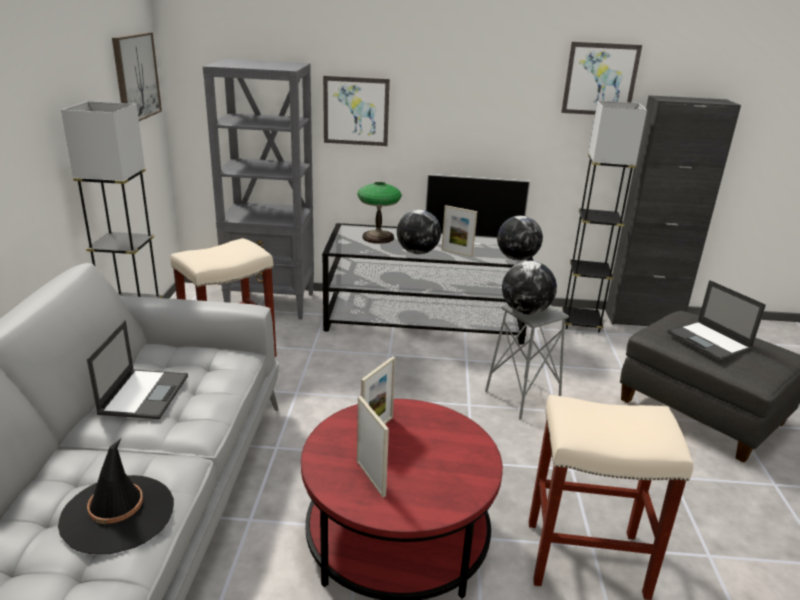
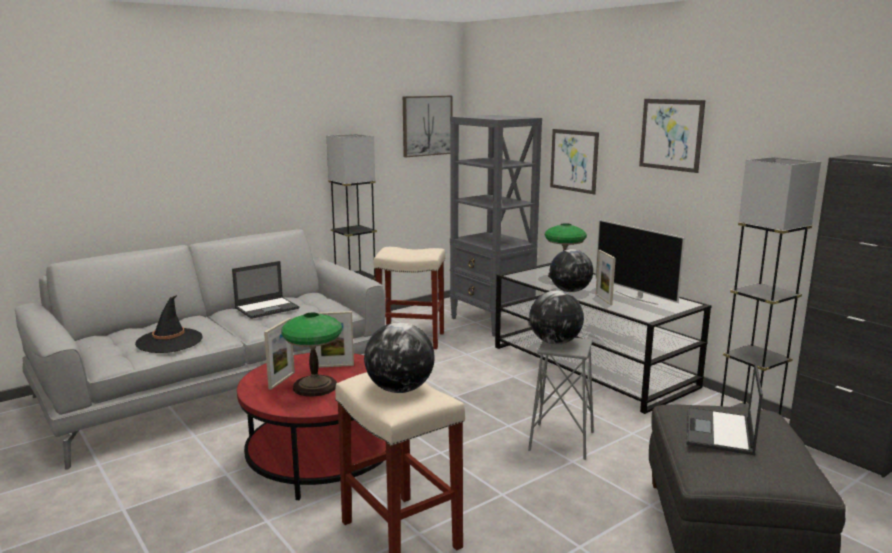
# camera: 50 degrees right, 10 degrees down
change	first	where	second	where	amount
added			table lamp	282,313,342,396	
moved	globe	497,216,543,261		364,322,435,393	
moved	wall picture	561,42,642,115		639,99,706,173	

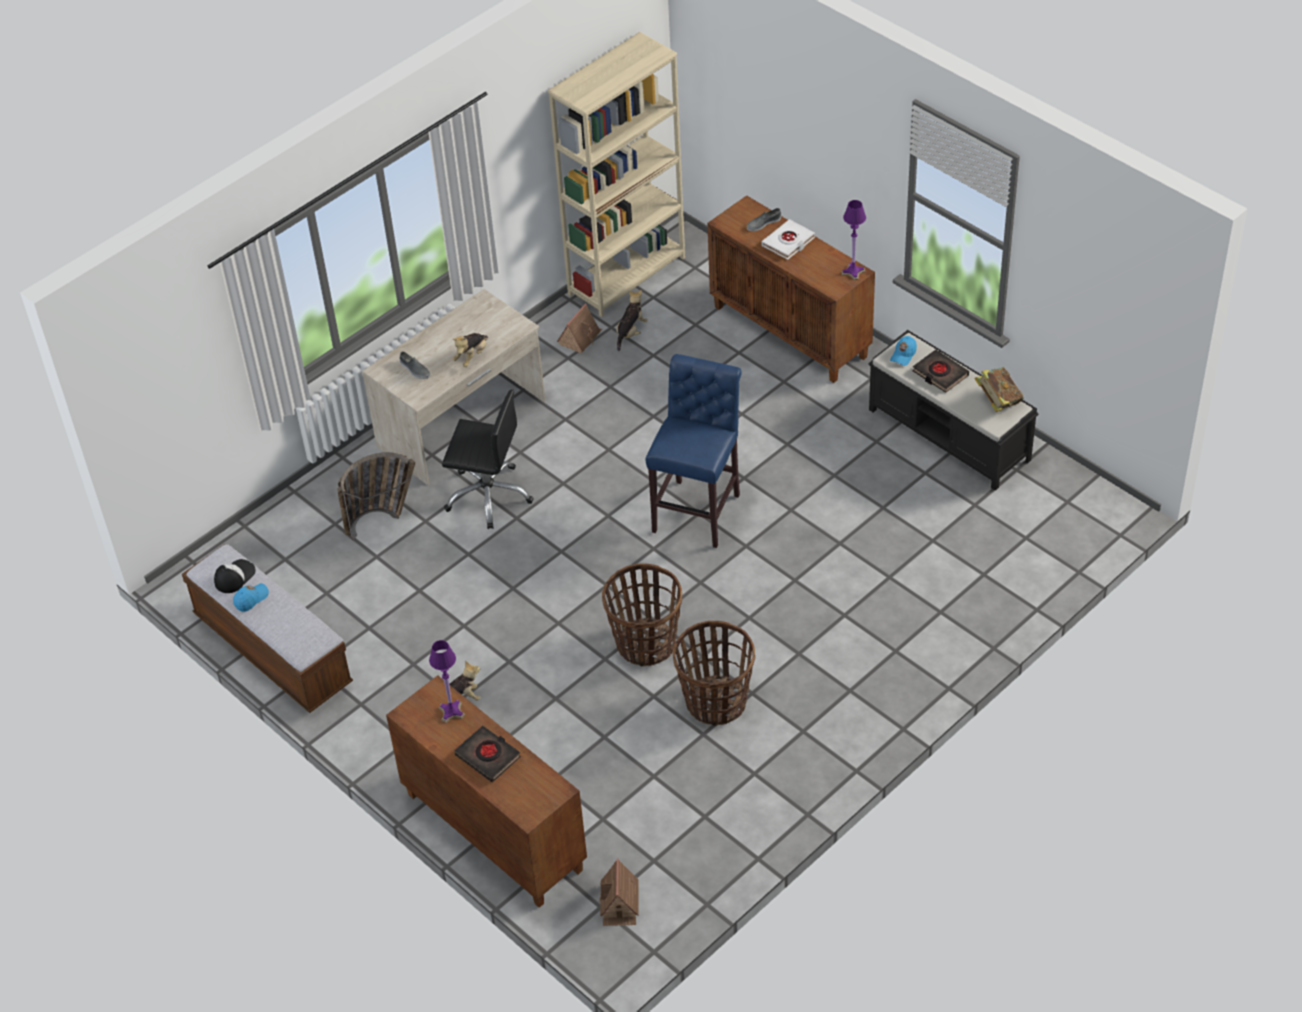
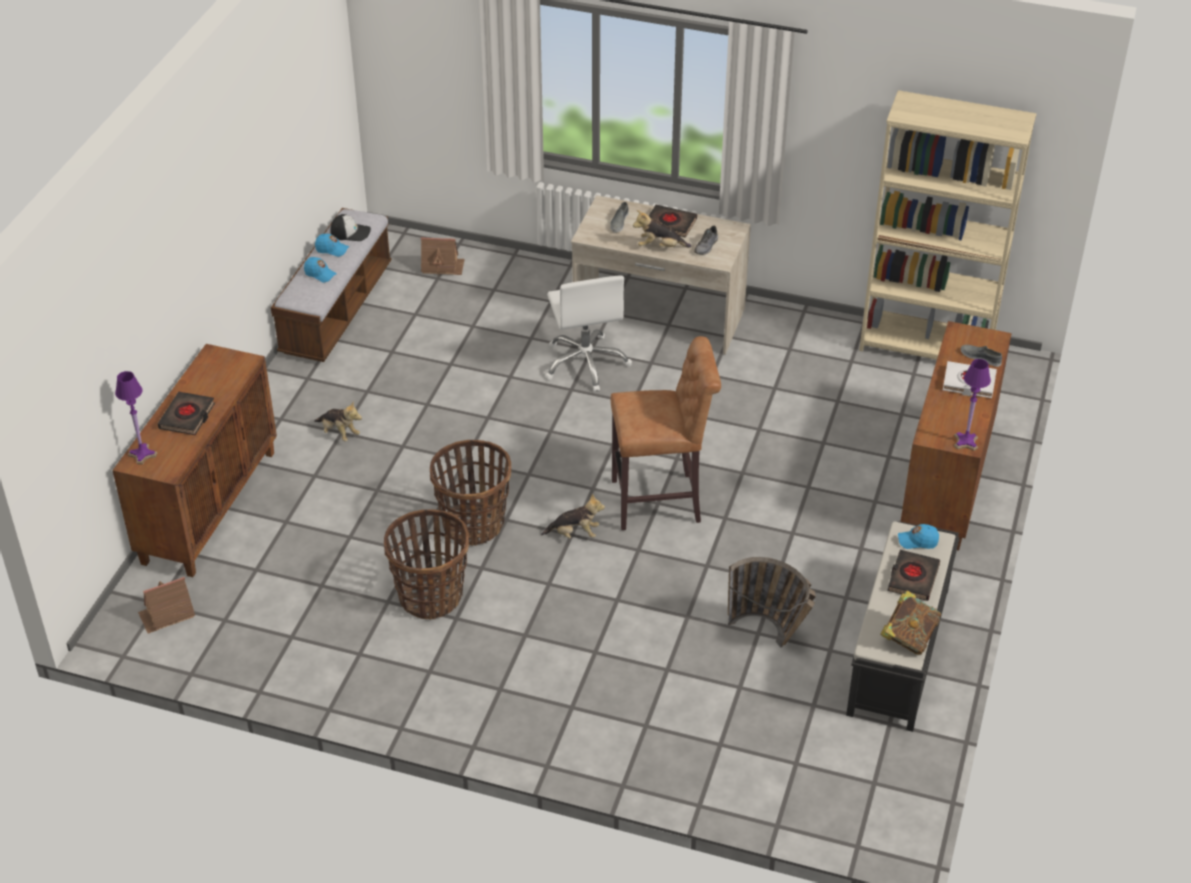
# camera: 60 degrees right, 5 degrees down
change	first	where	second	where	amount
added			cap in blue	304,257,337,283	
added			volume in black	649,205,697,238	
added			low shoe in greyish	694,225,718,255	
moved	storage basket	337,452,415,540		728,557,816,648	
moved	table lamp in purple	429,640,465,723		115,371,157,465	
moved	miniature house	557,304,602,353		421,237,465,276	
moved	soft toy	617,290,648,351		541,493,605,539	
recoloured	office chair in black	442,390,534,529	office chair in white-coloured	545,275,632,392	
recoloured	sitting stool in blue	646,354,742,548	sitting stool in brown-coloured	611,336,721,530	

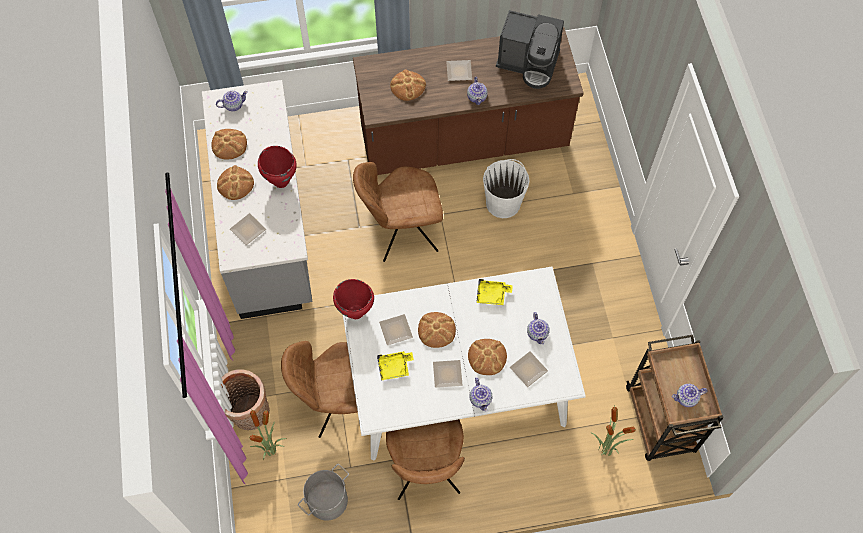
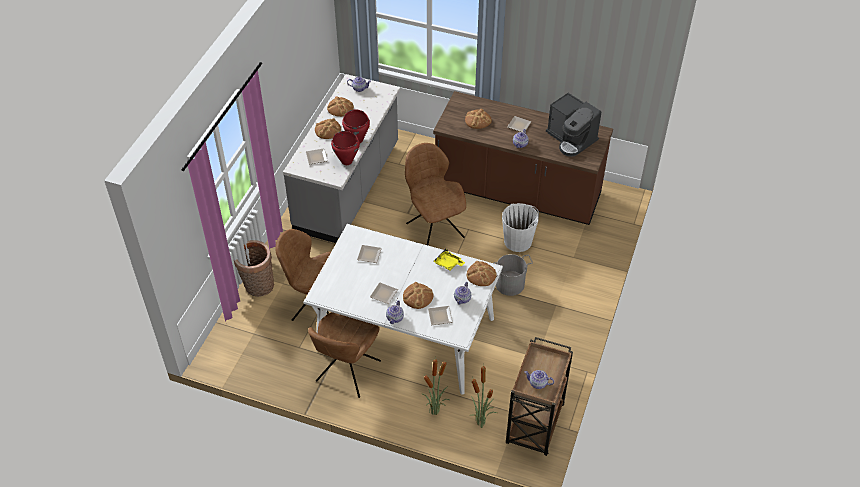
# camera: 30 degrees right, 15 degrees down
change	first	where	second	where	amount
removed	tray in yellow	377,351,414,380			
moved	plant in a pot	250,409,287,460		421,357,450,415	
moved	pail in greyish	298,464,349,521		494,254,533,296	
moved	cooking pot in red-coloured	333,279,374,319		331,131,360,165	
moved	bread	418,312,456,348		467,261,497,286	
turned	plain chair in brown-coloured	353,162,443,262		405,143,466,245	45 degrees clockwise

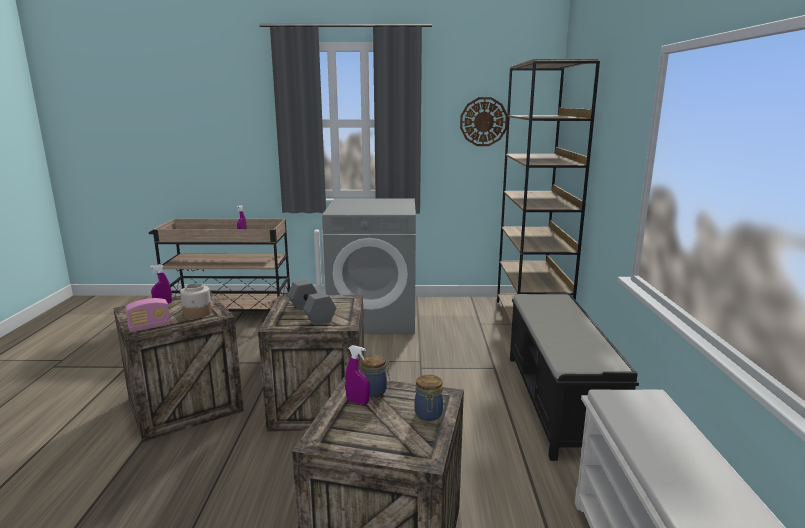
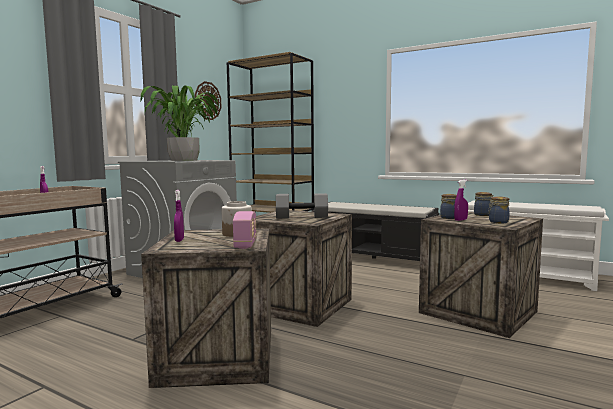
# camera: 60 degrees left, 10 degrees down
change	first	where	second	where	amount
added			plant in a pot	141,85,219,161	
added			storage jar	488,196,509,223	

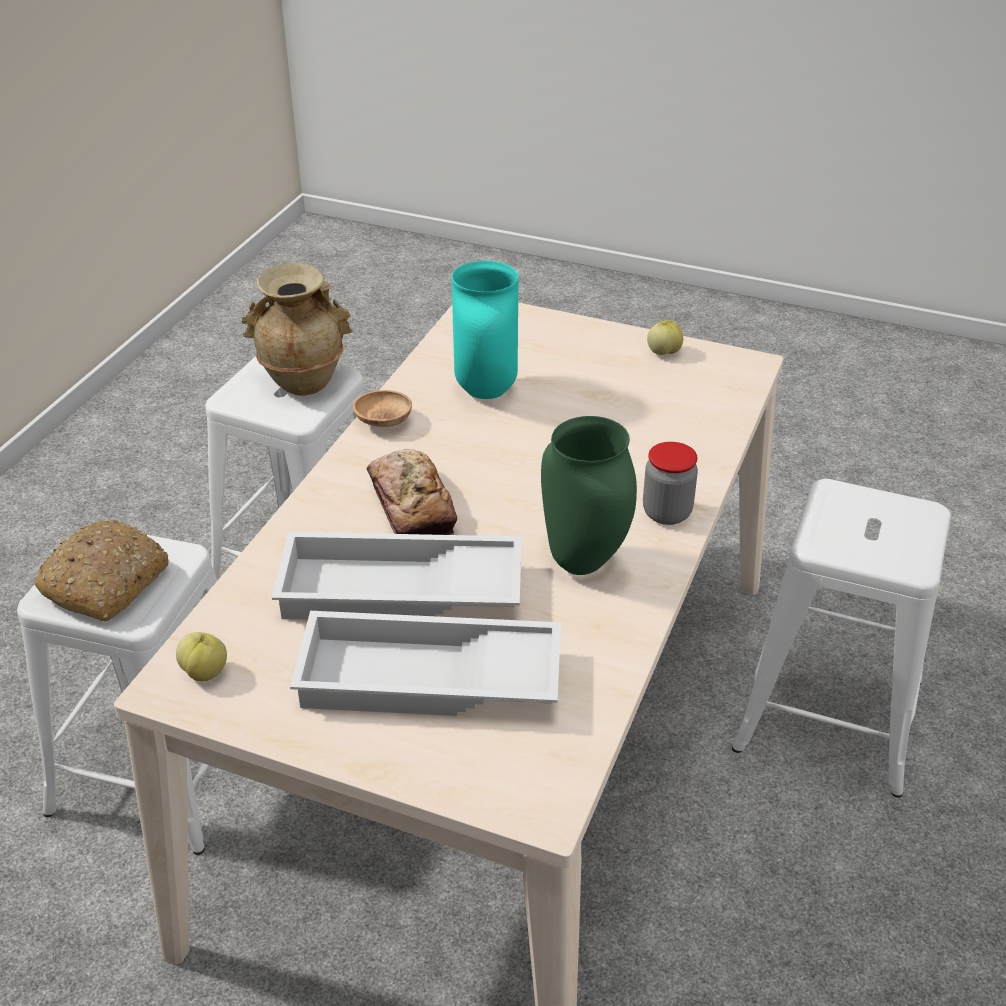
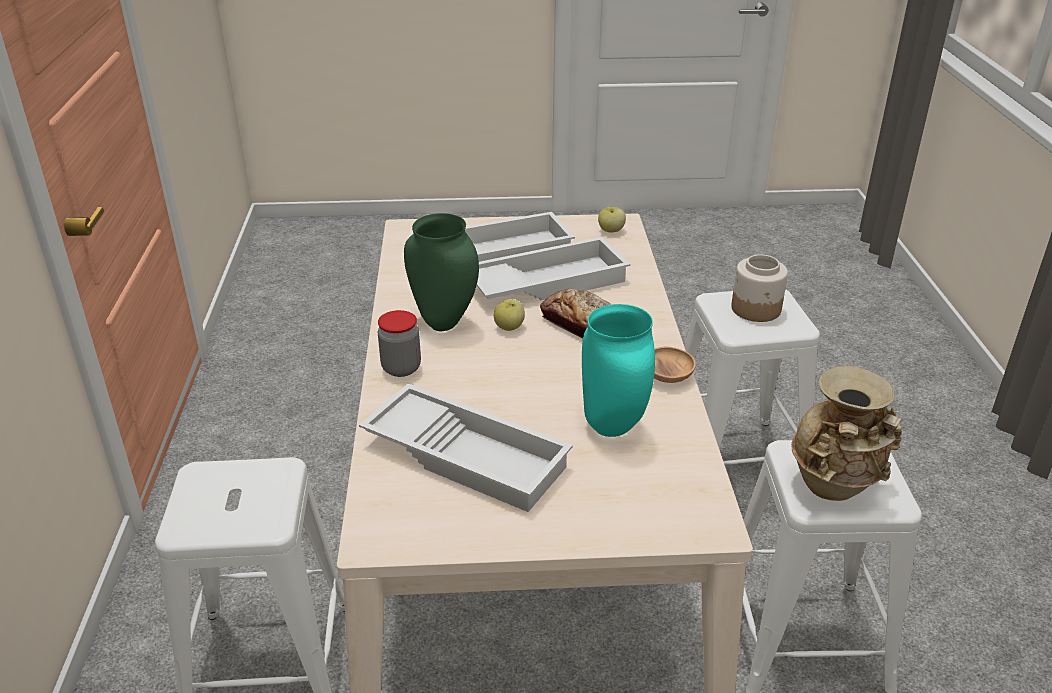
# camera: 155 degrees right, 5 degrees down
change	first	where	second	where	amount
added			tray in white-coloured	359,383,573,512	
moved	whole apple	647,320,683,355		494,299,525,331	
replaced	bread	35,520,168,621	storage jar	731,255,788,322	

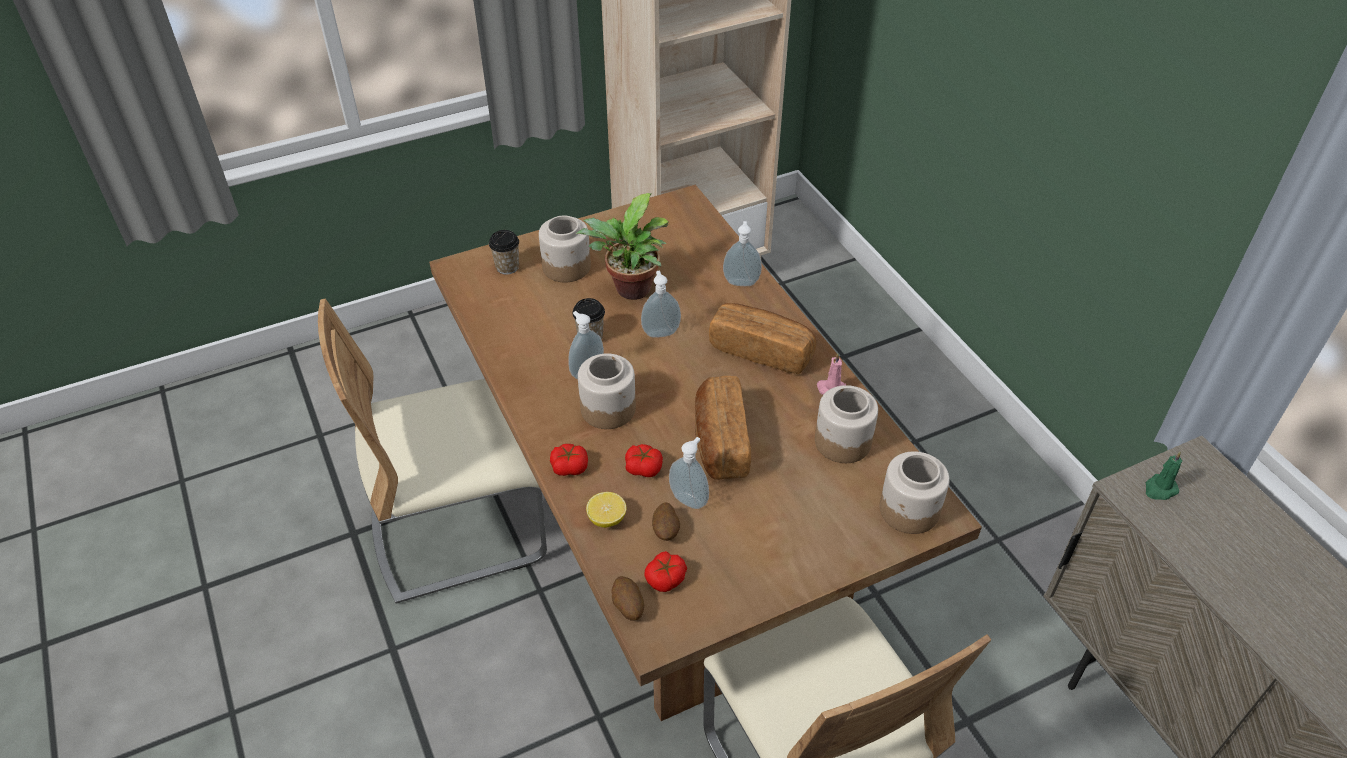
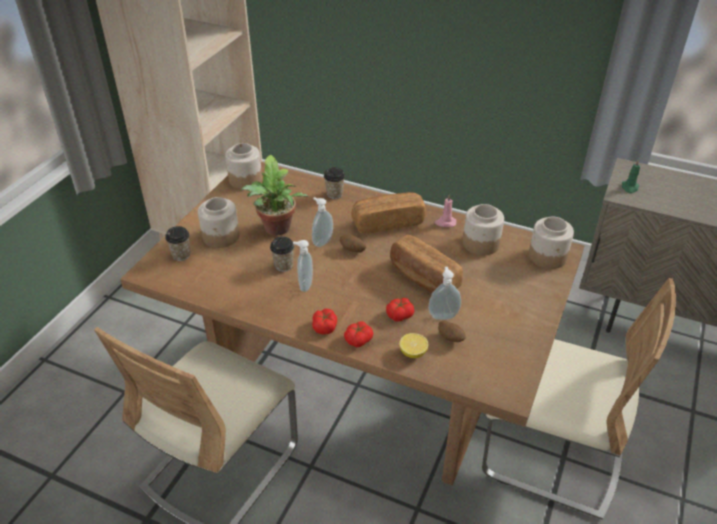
# camera: 40 degrees left, 5 degrees down
change	first	where	second	where	amount
moved	storage jar	578,354,636,429		225,143,262,189	
moved	potato	612,576,644,621		340,234,366,253	
moved	whole tomato	644,551,687,592		312,309,337,335	
replaced	soap dispenser	723,221,762,286	drinking cup	324,167,345,199	

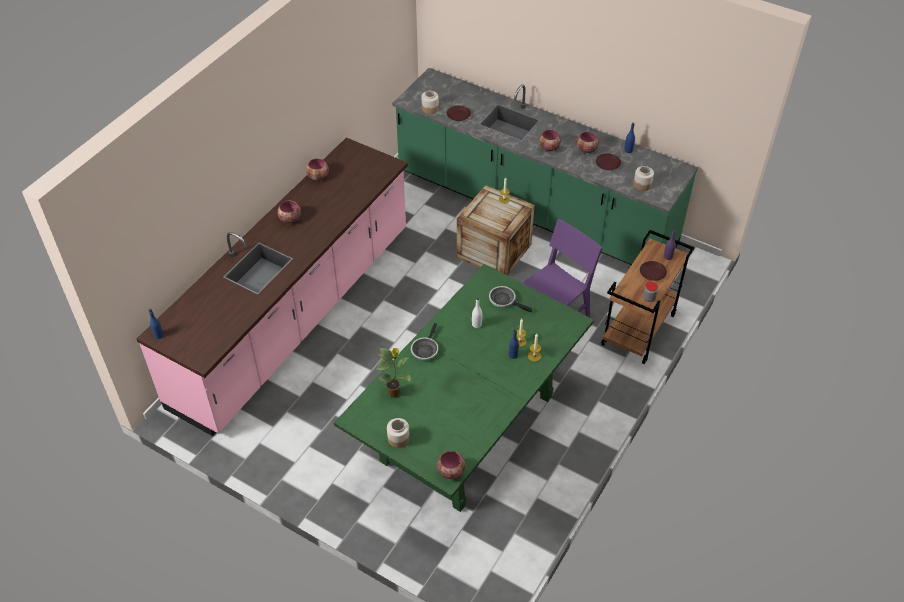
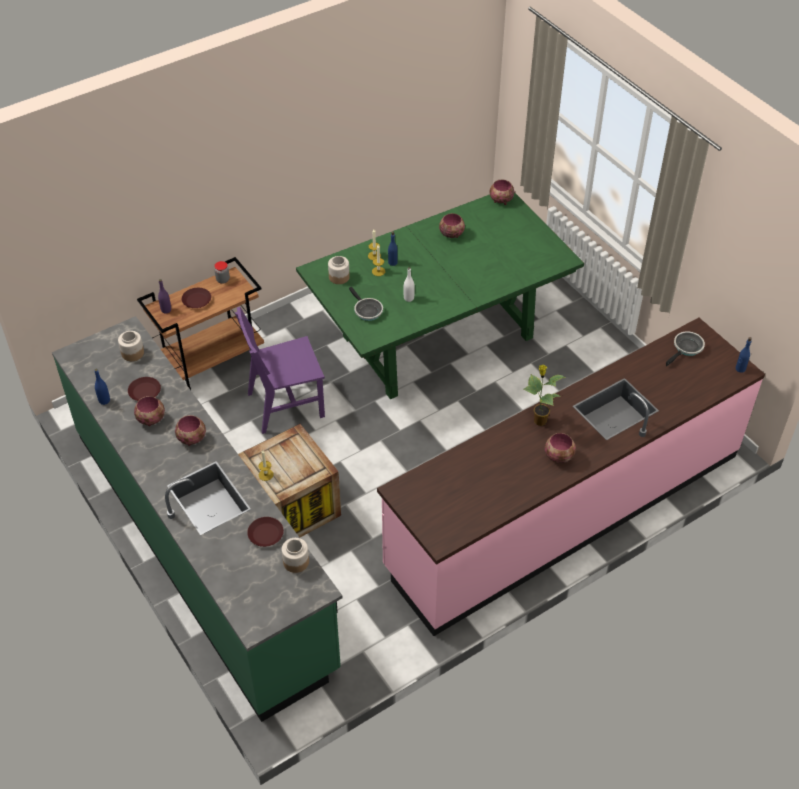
# camera: 155 degrees left, 0 degrees up
change	first	where	second	where	amount
moved	deep dish	306,158,329,181		439,213,465,238	
moved	plant in a pot	376,348,411,398		524,365,566,426	
moved	storage jar	387,418,410,448		328,256,350,284	
moved	skillet	411,323,438,361		666,331,705,367	

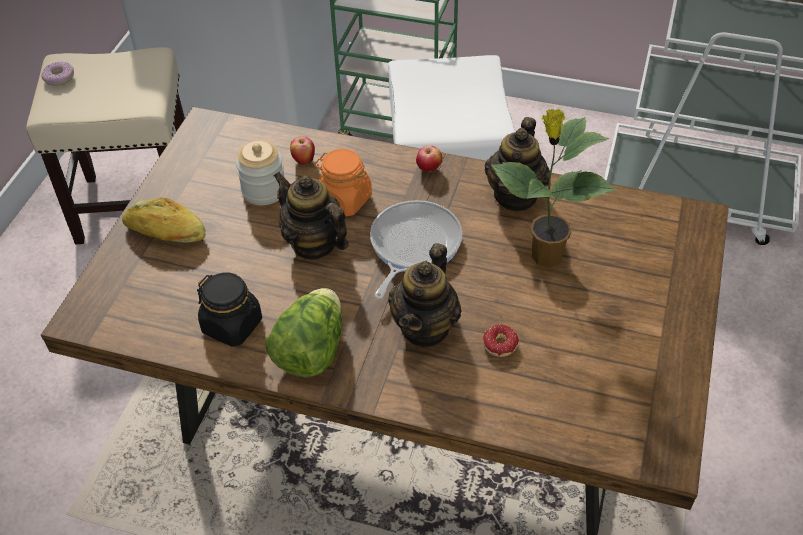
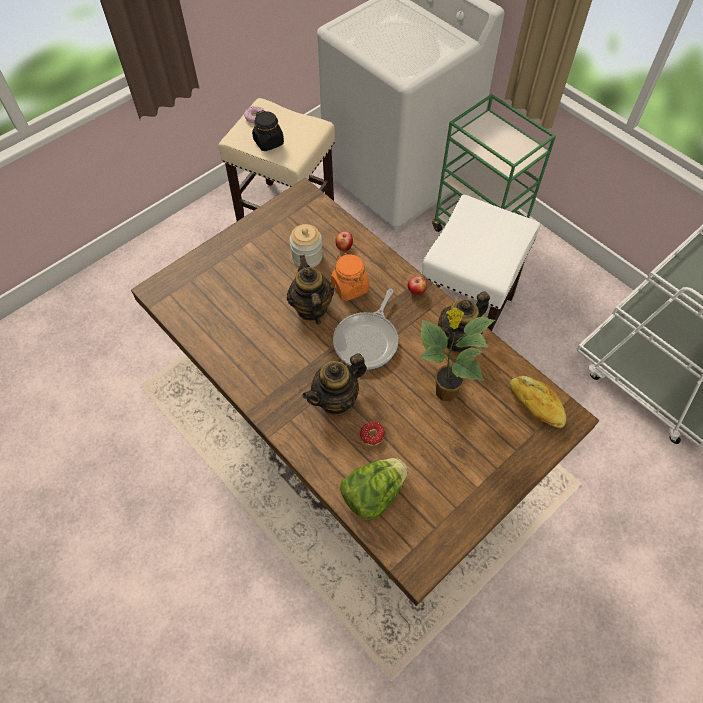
# camera: 30 degrees right, 10 degrees up
change	first	where	second	where	amount
moved	bread	122,197,206,243		509,376,566,428	
moved	storage jar in black	197,272,262,347		252,110,284,151	
moved	lettuce head	266,288,342,377		340,458,408,520	
turned	skillet	370,200,462,299		333,289,398,370	150 degrees clockwise

